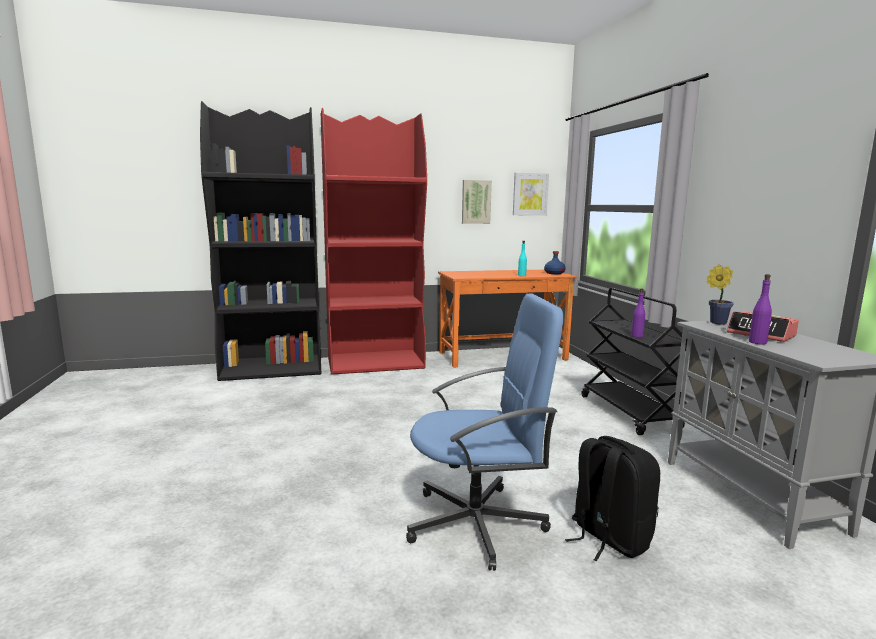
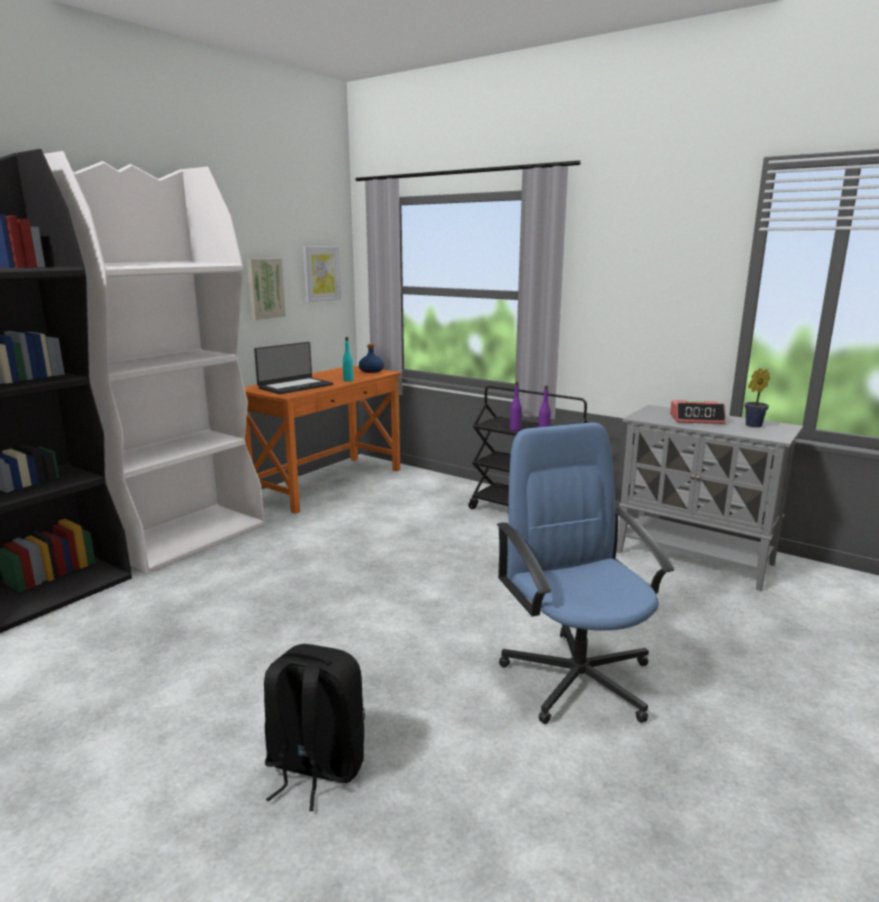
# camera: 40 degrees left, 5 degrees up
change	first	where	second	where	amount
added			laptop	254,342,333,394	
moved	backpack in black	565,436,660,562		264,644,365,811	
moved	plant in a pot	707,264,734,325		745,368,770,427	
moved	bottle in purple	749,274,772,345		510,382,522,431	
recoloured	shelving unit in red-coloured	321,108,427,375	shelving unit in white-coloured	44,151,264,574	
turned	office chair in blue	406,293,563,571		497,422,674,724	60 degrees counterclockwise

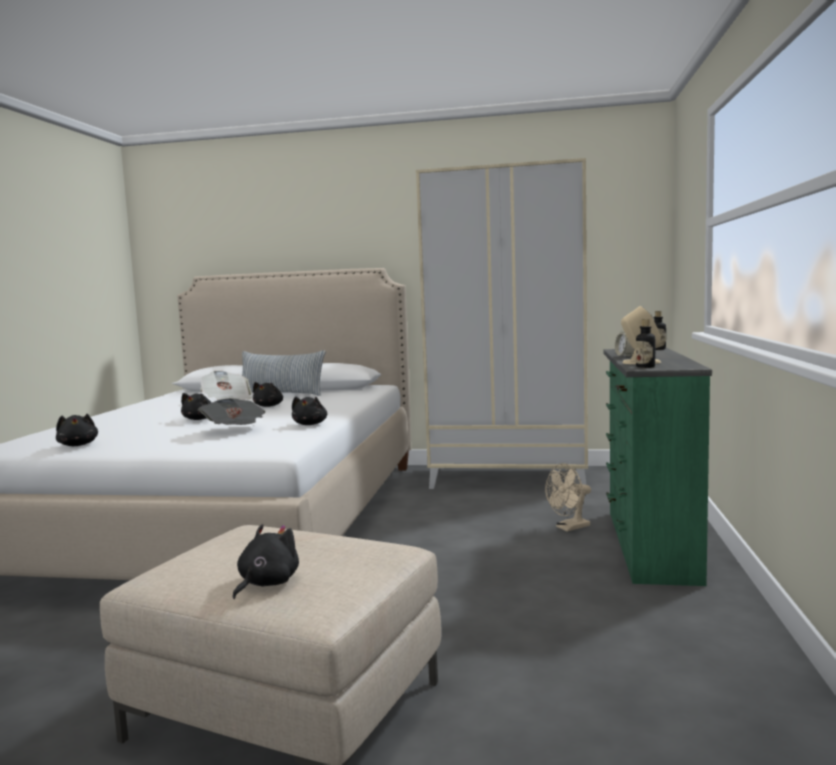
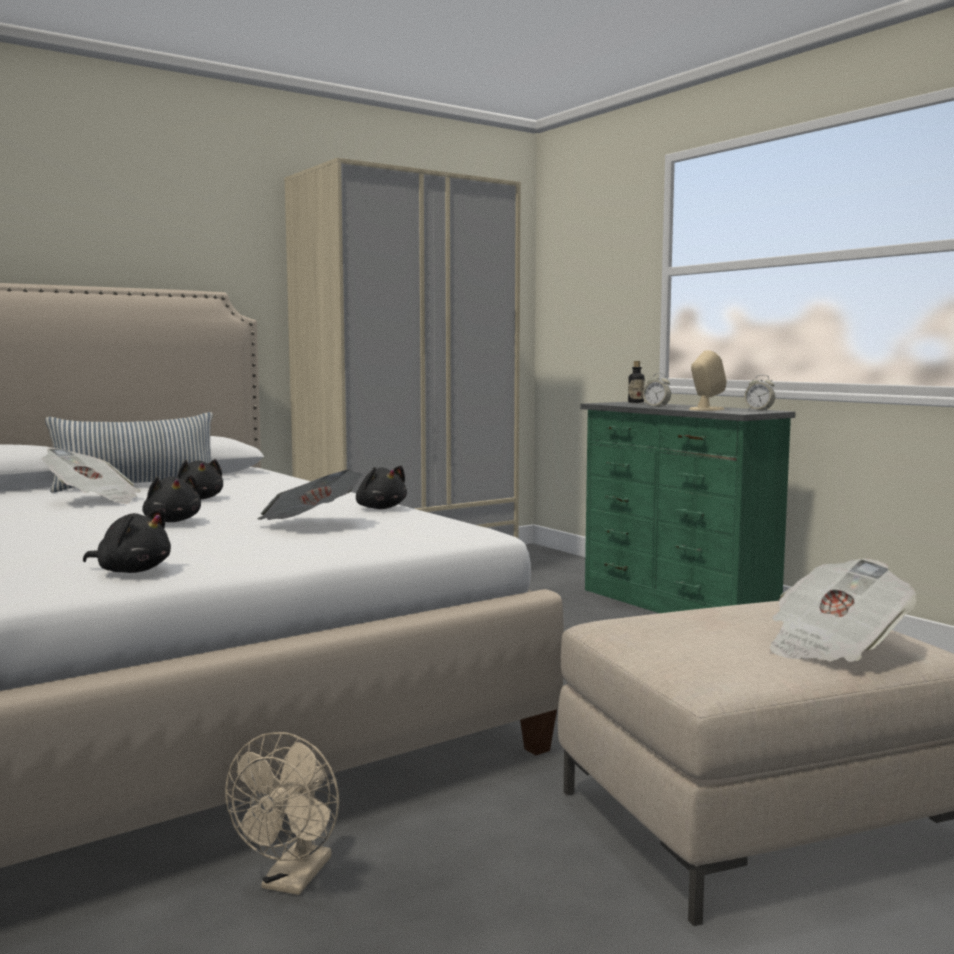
# camera: 45 degrees left, 0 degrees up
change	first	where	second	where	amount
removed	bottle	636,319,655,368			
added			table clock	744,375,775,410	
moved	fan in sand-coloured	545,463,591,532		225,732,339,895	
replaced	soft toy in black	233,524,299,599	daily paper	769,558,917,662	

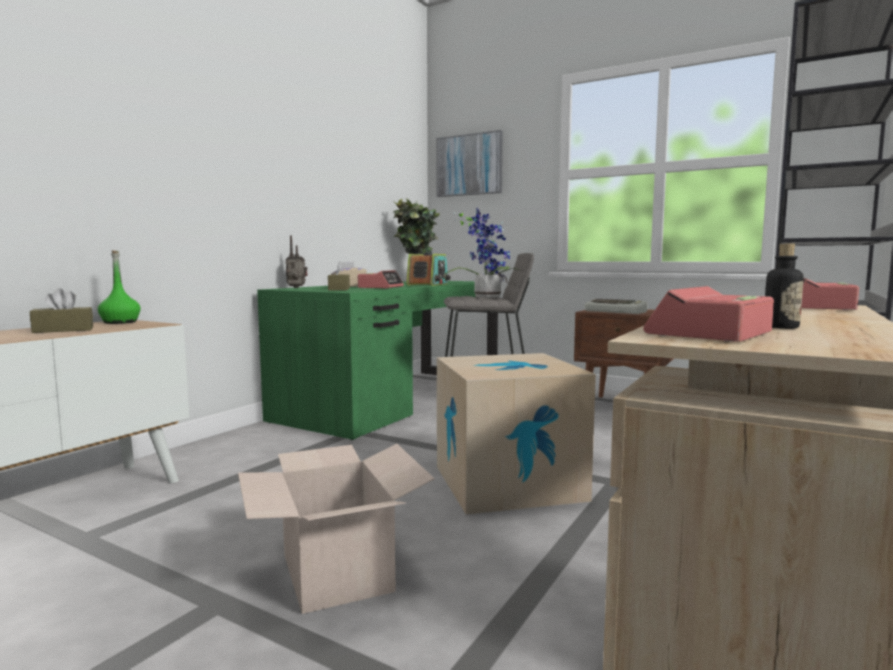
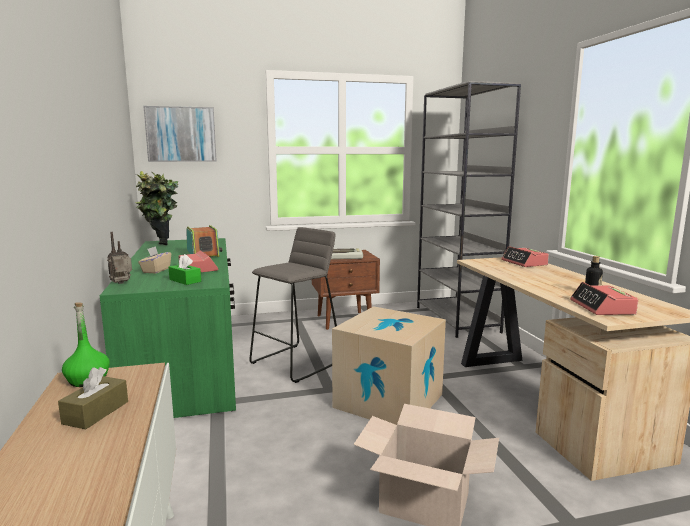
# camera: 45 degrees left, 5 degrees up
change	first	where	second	where	amount
removed	plant in a pot	444,208,519,297			
recoloured	tissue holder in brown-coloured	328,261,350,291	tissue holder in greenish	169,254,201,285	

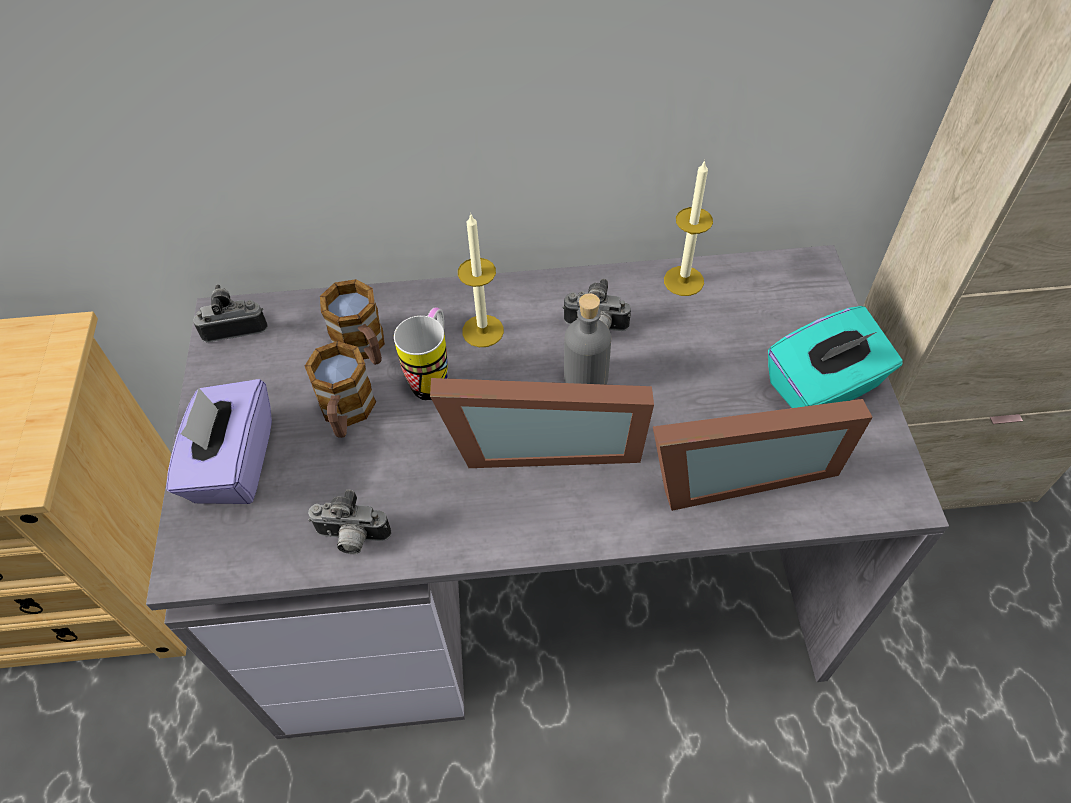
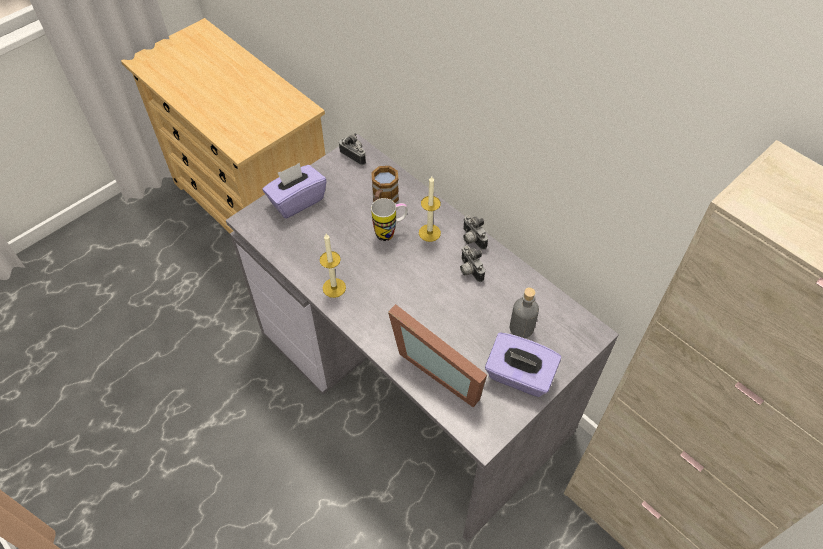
# camera: 50 degrees right, 0 degrees up
change	first	where	second	where	amount
removed	coffee mug	305,341,376,438			
removed	picture frame	430,378,654,468			
moved	still camera	308,489,391,554		463,215,488,250	
moved	bottle in greyish	564,293,611,385		510,287,539,338	
moved	candle	664,160,713,296		320,234,346,298	
recoloured	tissue holder in turquoise-coloured	768,306,903,408	tissue holder in purple	485,332,561,397	

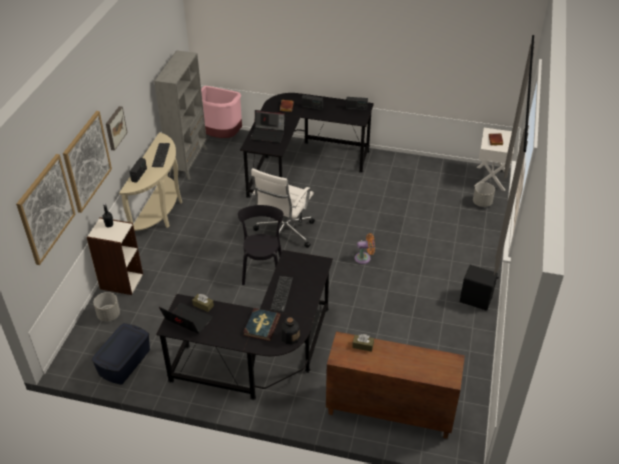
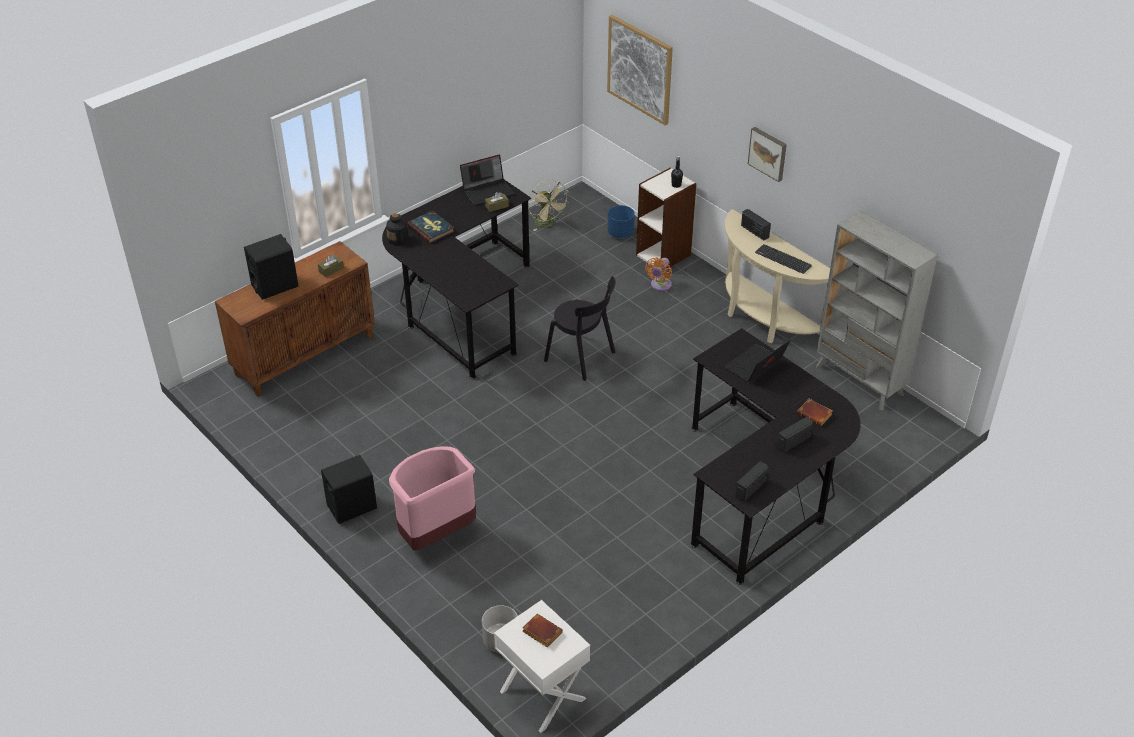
# camera: 125 degrees right, 0 degrees up
change	first	where	second	where	amount
removed	wall picture	63,111,112,213			
removed	office chair in white-coloured	251,168,315,248			
removed	keyboard	270,276,293,312			
added			audio speaker in black	244,234,299,300	
moved	trash can in pinkish	201,86,242,138		389,446,476,550	
moved	fan in orangey	355,233,375,264		645,258,672,291	
replaced	storage box in blue	92,323,150,384	fan in sand-coloured	528,180,569,231	
recoloured	plant pot in greyish	93,292,120,322	plant pot in blue	607,205,635,238	

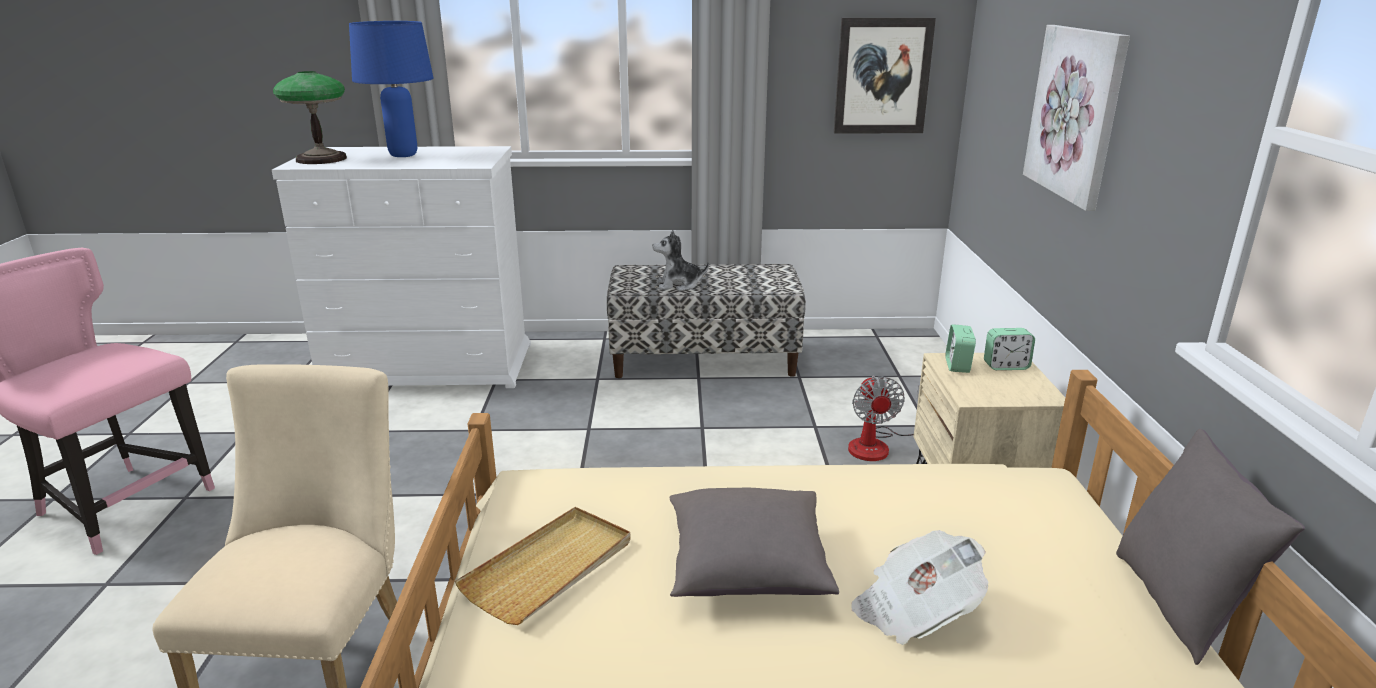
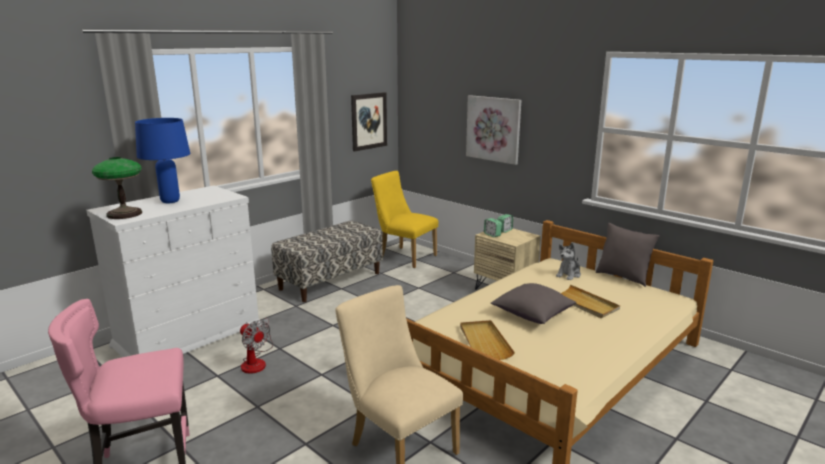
# camera: 45 degrees left, 5 degrees down
change	first	where	second	where	amount
added			plain chair in yellow	371,171,438,268	
moved	soft toy	652,230,709,291		556,243,581,280	
moved	fan	848,375,920,461		240,318,273,374	
replaced	daily paper	851,530,989,645	tray in sand-coloured	561,285,620,318	

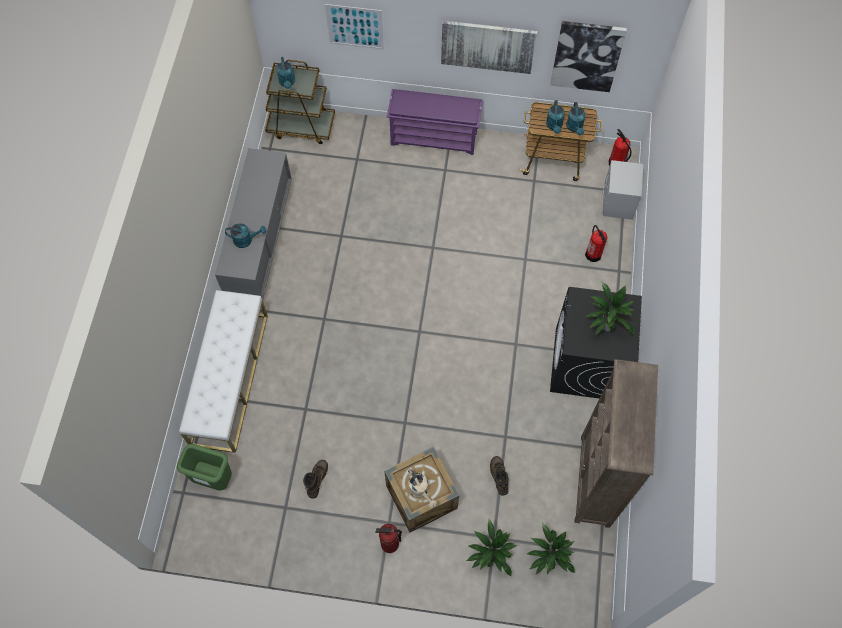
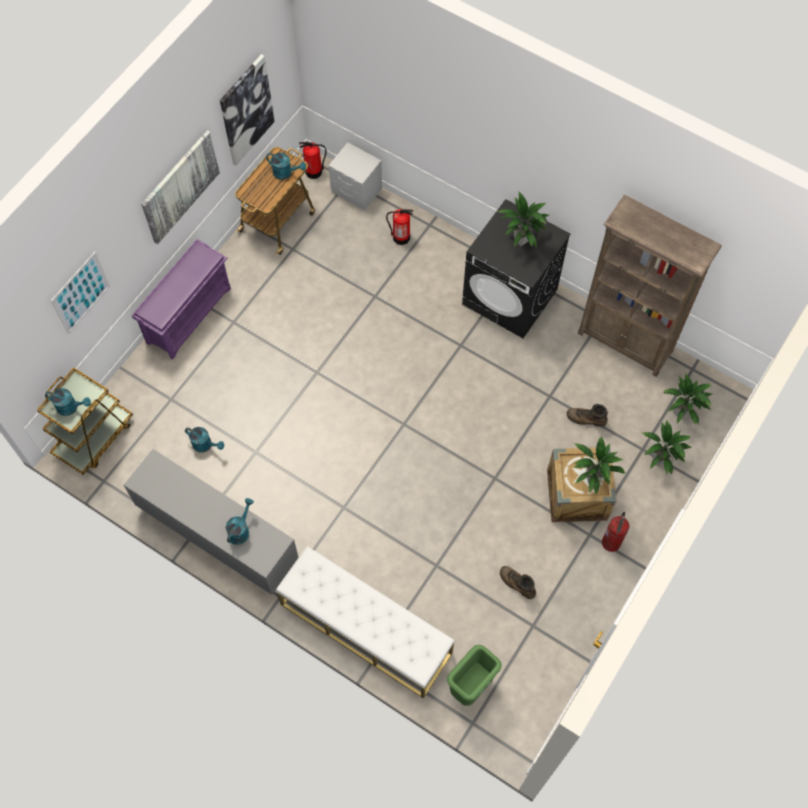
# camera: 65 degrees left, 0 degrees up
change	first	where	second	where	amount
moved	watering pot in turquoise-coloured	546,100,565,134		185,427,224,452	
replaced	watering pot in sand-coloured	408,469,437,508	plant in a pot	573,436,625,494	

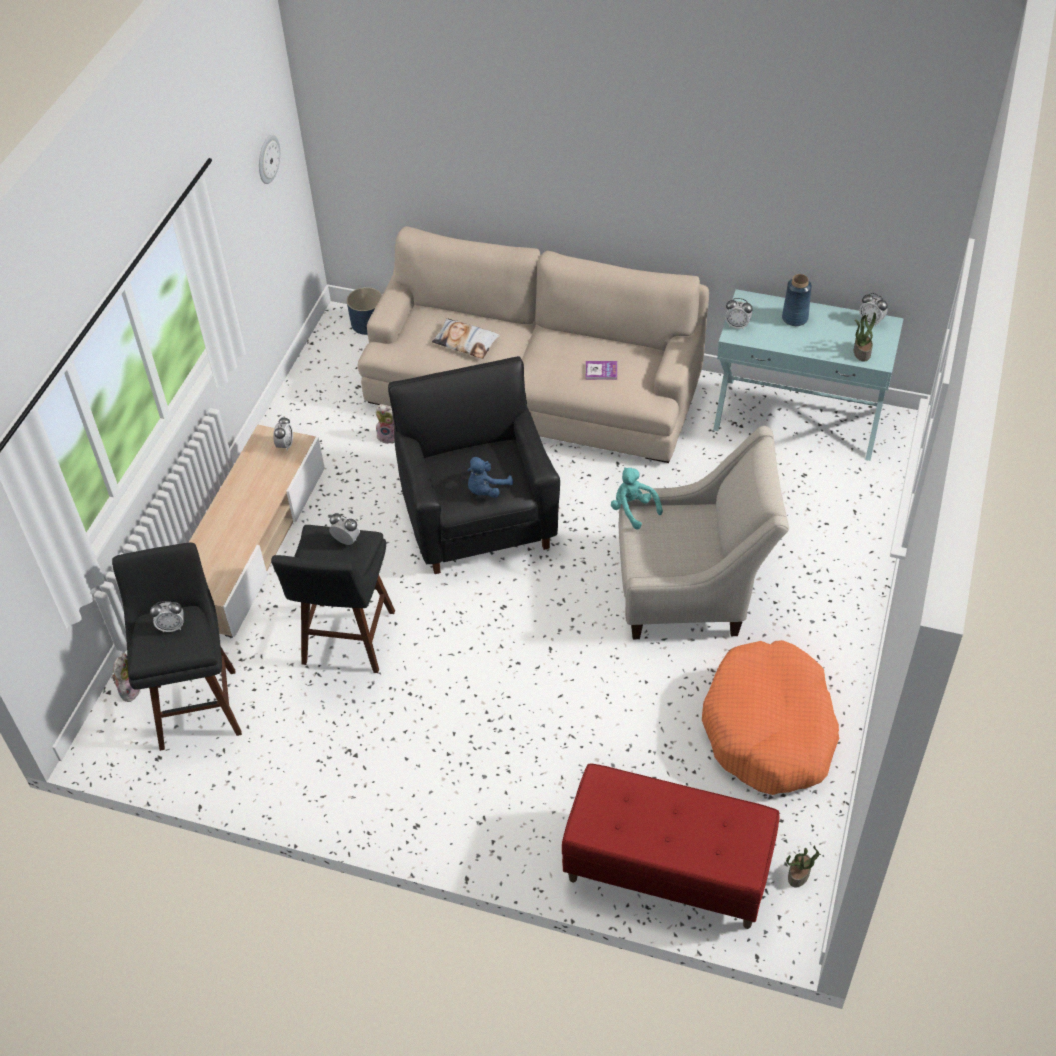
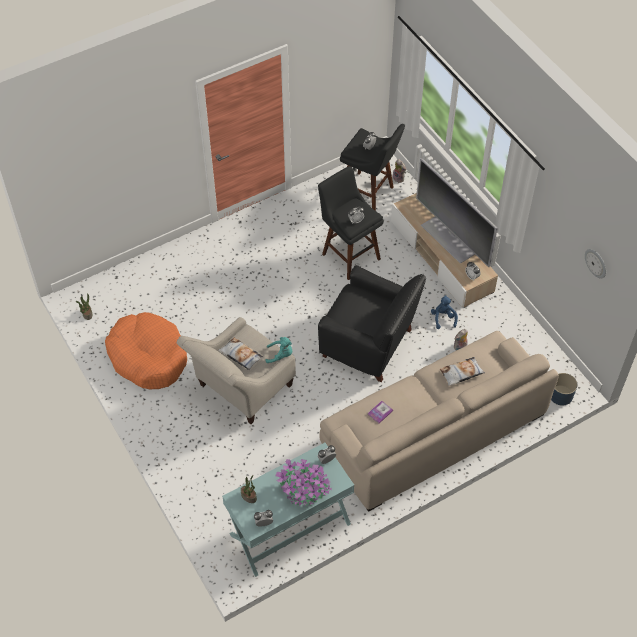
# camera: 130 degrees right, 5 degrees up
change	first	where	second	where	amount
removed	bench in red-coloured	562,764,780,929			
added			throw pillow	219,338,263,370	
added			TV set	416,158,498,267	
moved	soft toy in blue	467,457,513,498		431,295,458,329	
replaced	decorative vase in blue	782,274,812,326	plant in a pot	275,459,332,506	

